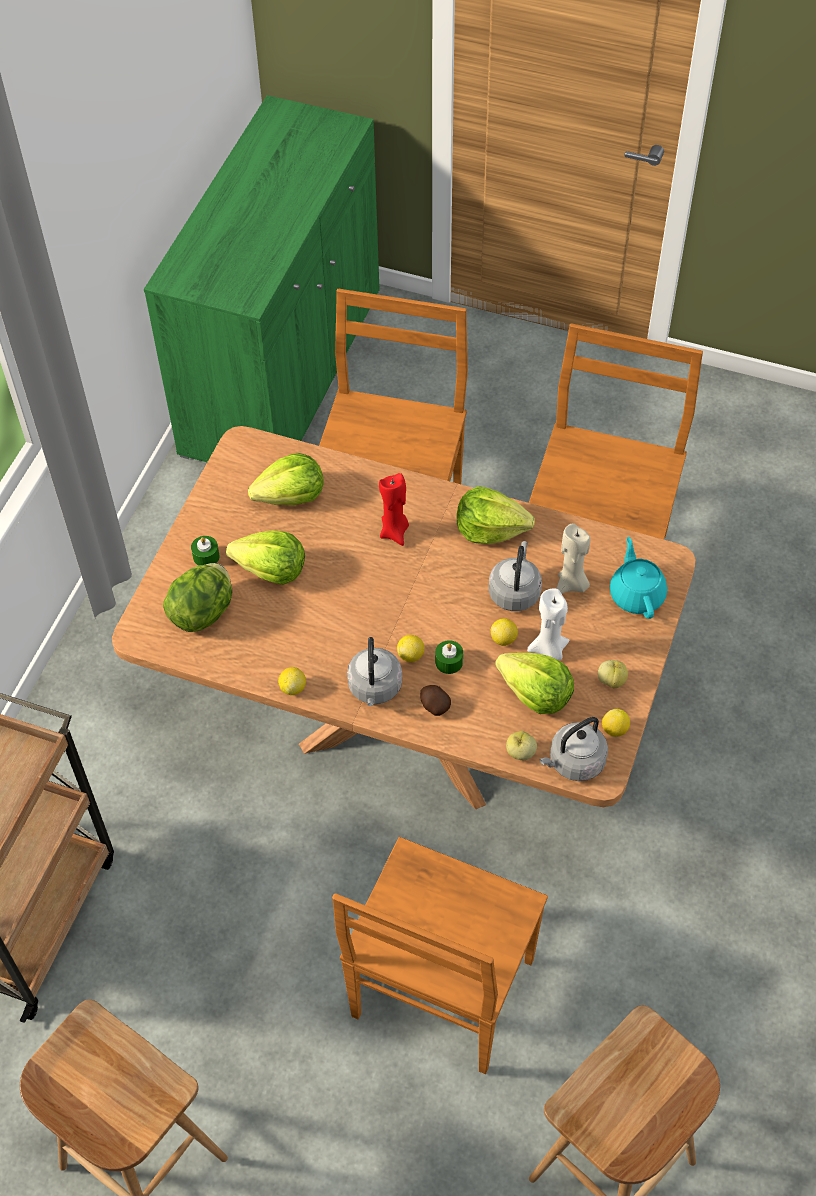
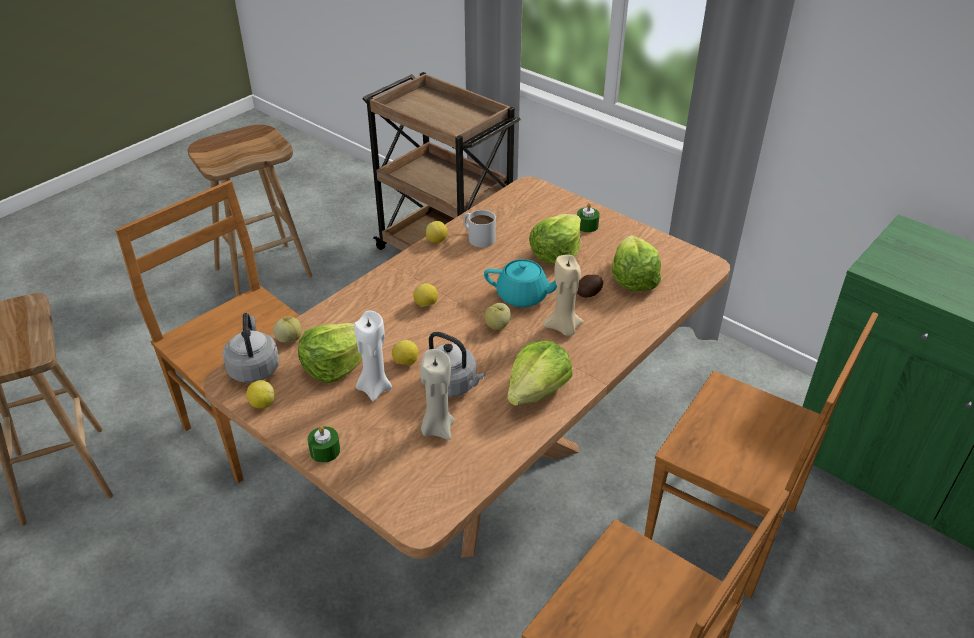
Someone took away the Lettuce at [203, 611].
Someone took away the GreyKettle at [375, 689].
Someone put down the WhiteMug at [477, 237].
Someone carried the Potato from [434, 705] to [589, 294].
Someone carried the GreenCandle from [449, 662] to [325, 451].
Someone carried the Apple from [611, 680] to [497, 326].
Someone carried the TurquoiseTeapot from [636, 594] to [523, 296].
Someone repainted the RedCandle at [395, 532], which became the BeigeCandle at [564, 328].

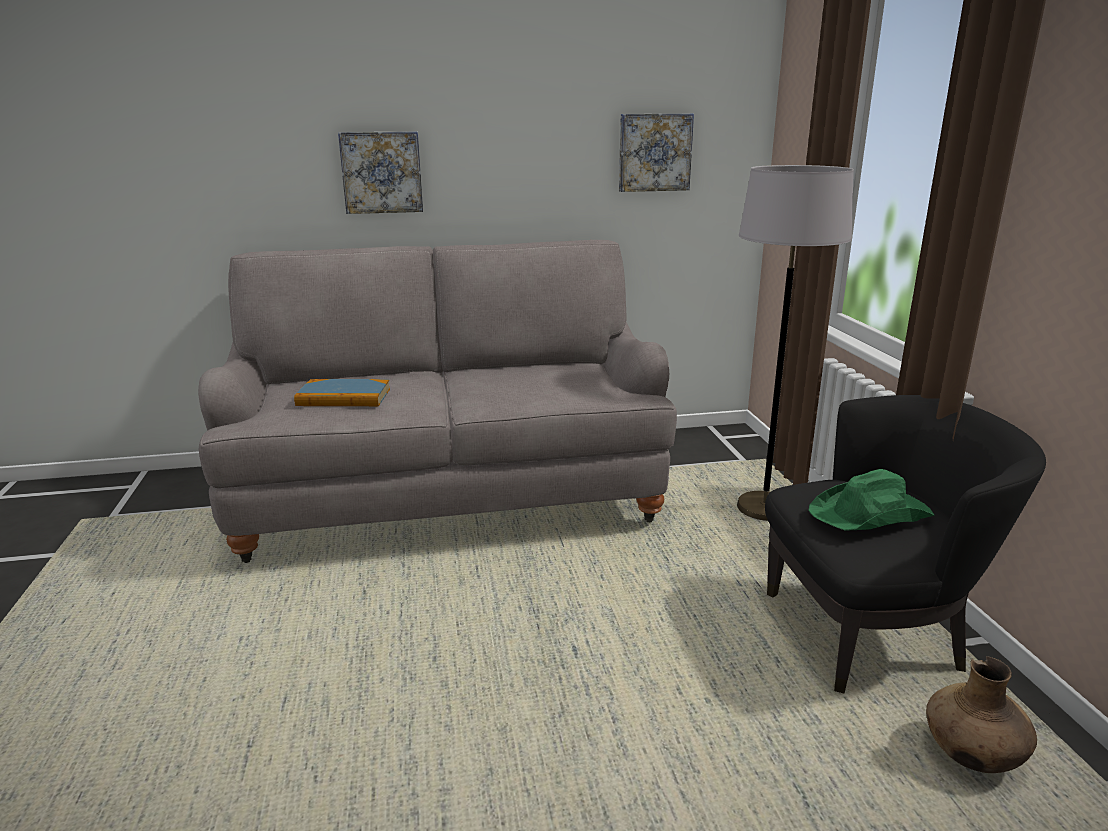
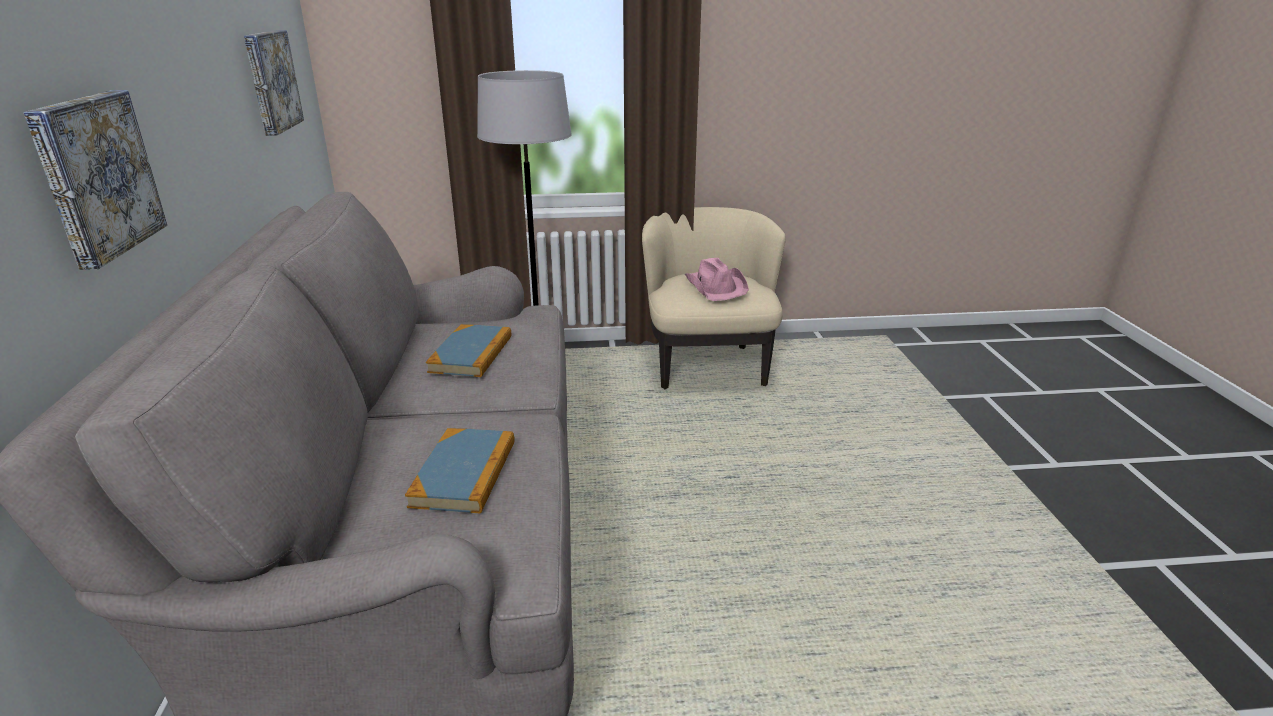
Someone took away the BrownVase at [972, 755].
Someone put down the Book at [471, 354].
Someone repainted the BlackArmchair at [869, 632], which became the BeigeArmchair at [707, 365].
Someone repainted the GreenHat at [871, 514], which became the PinkHat at [716, 287].

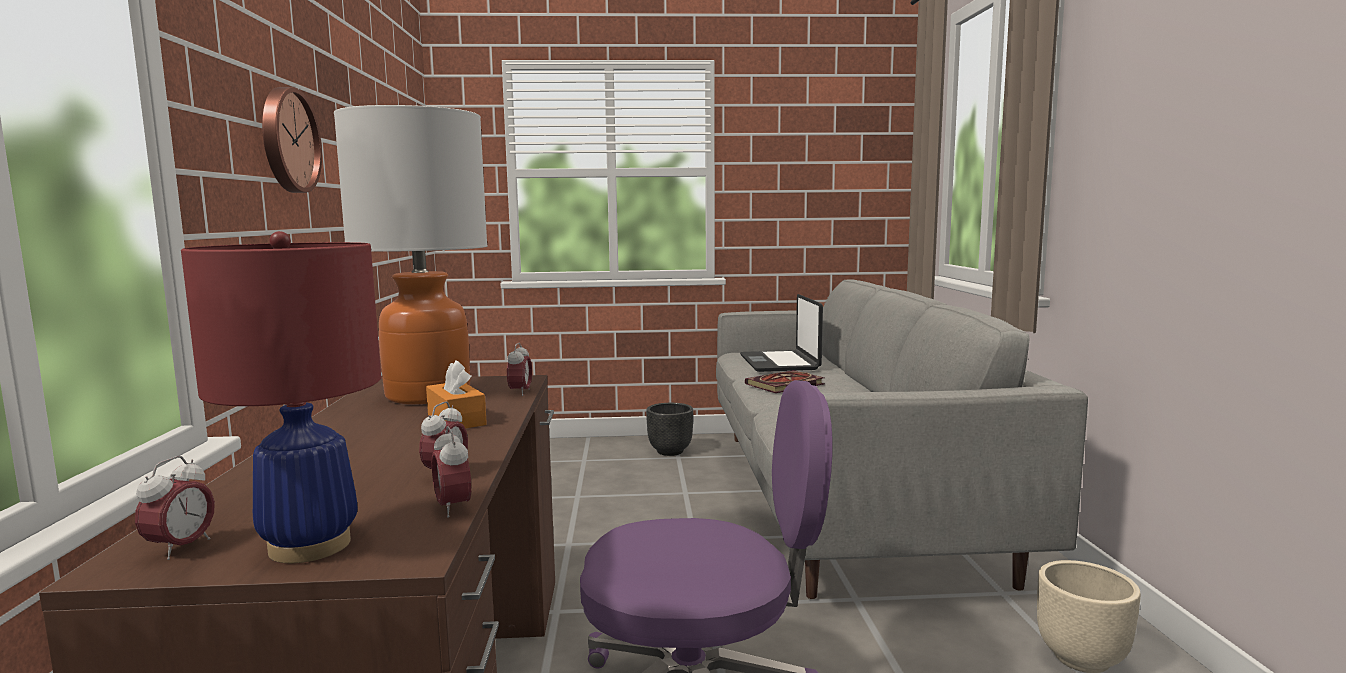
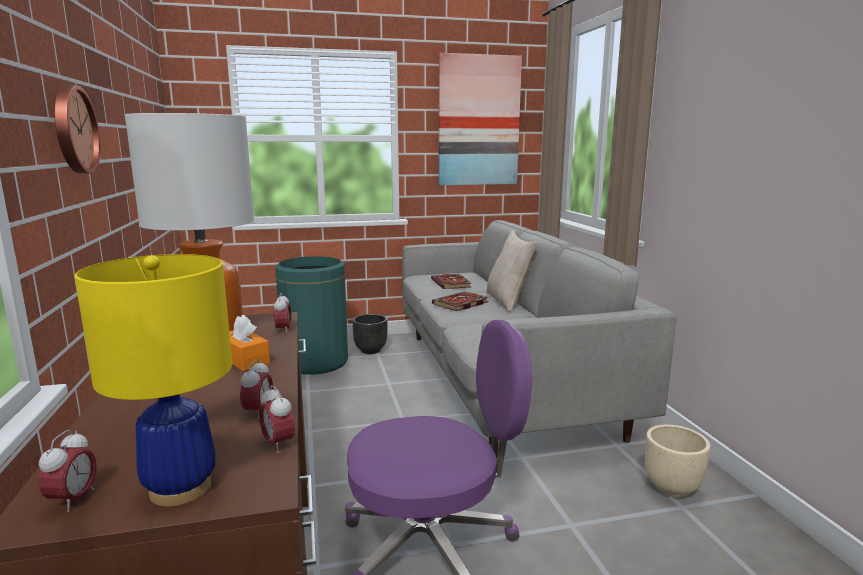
Someone put down the GreenTrashCan at [315, 362].
Someone put up the Picture at [478, 121].
Someone put down the BeigePillow at [508, 301].
Someone swapped the Laptop at [780, 363] for the Book at [452, 284].
Someone repainted the RedTableLamp at [309, 546], which became the YellowTableLamp at [180, 488].

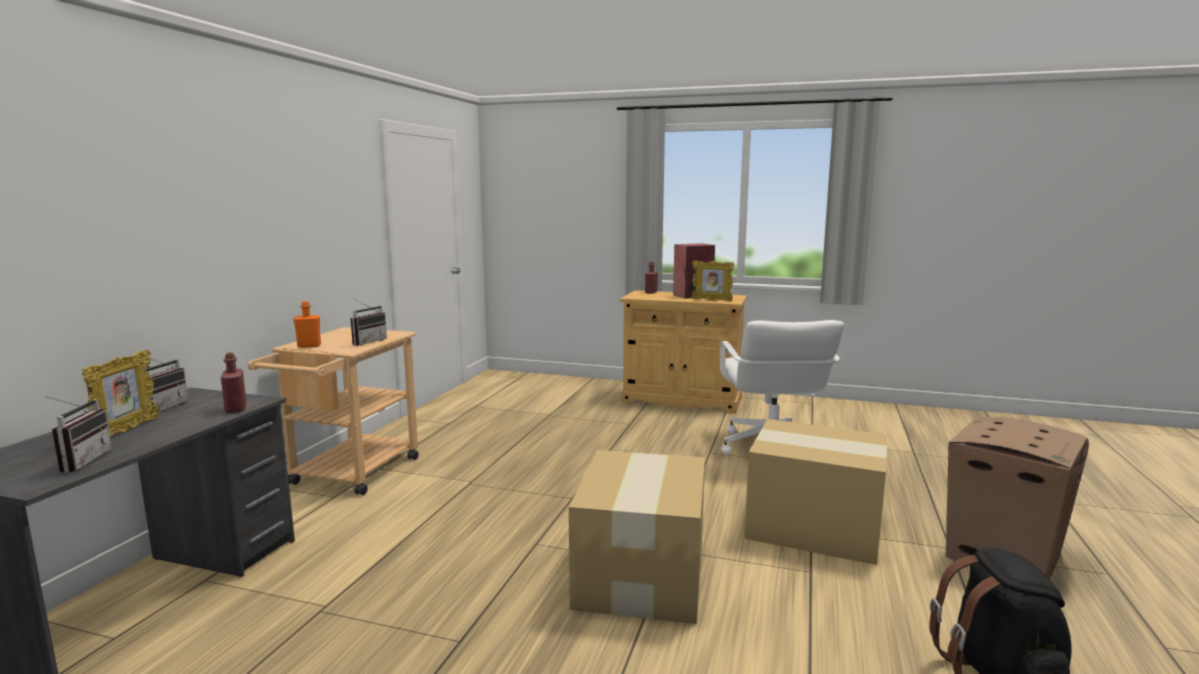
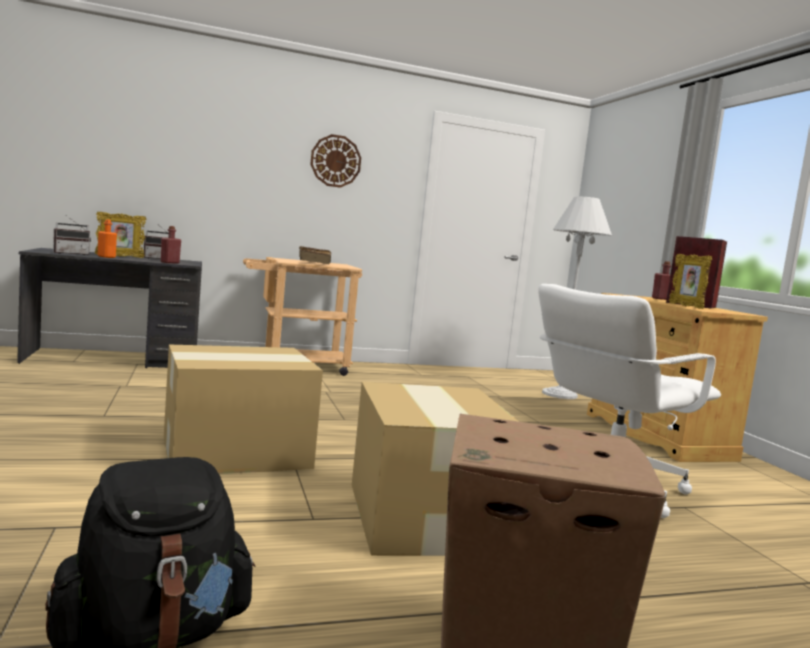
Someone put up the WallClock at [335, 161].
Someone put down the WhiteFloorLamp at [559, 394].
Someone carried the OrangeBottle from [309, 346] to [106, 257].
Someone swapped the Radio at [367, 342] for the BeigeBook at [314, 263].

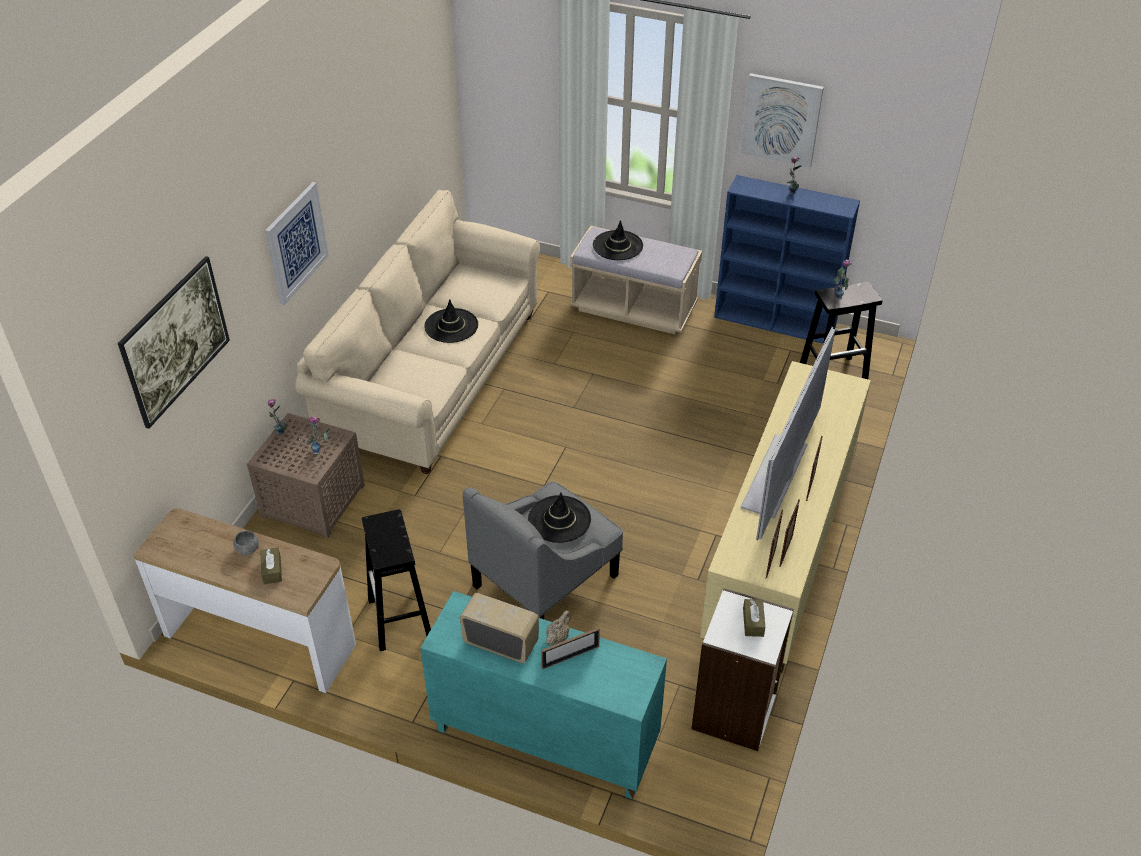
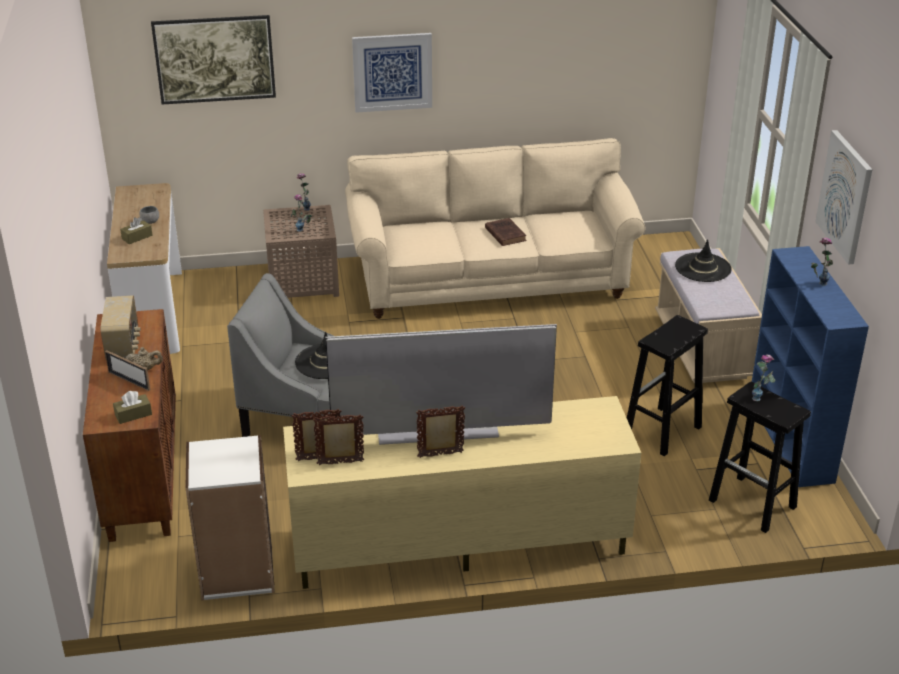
Someone carried the BlackStool from [400, 620] to [661, 431].
Someone carried the BrownTissueBox from [753, 622] to [133, 414].
Someone swapped the BlackHat at [451, 326] for the BrownBook at [505, 234].
Someone repainted the TurquoiseCabinet at [543, 739], which became the BrownCabinet at [142, 474].

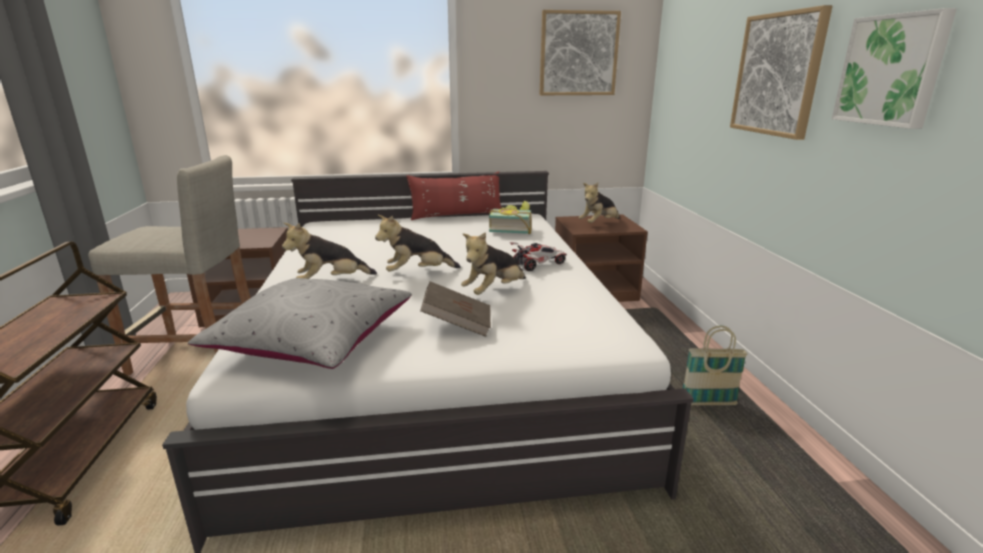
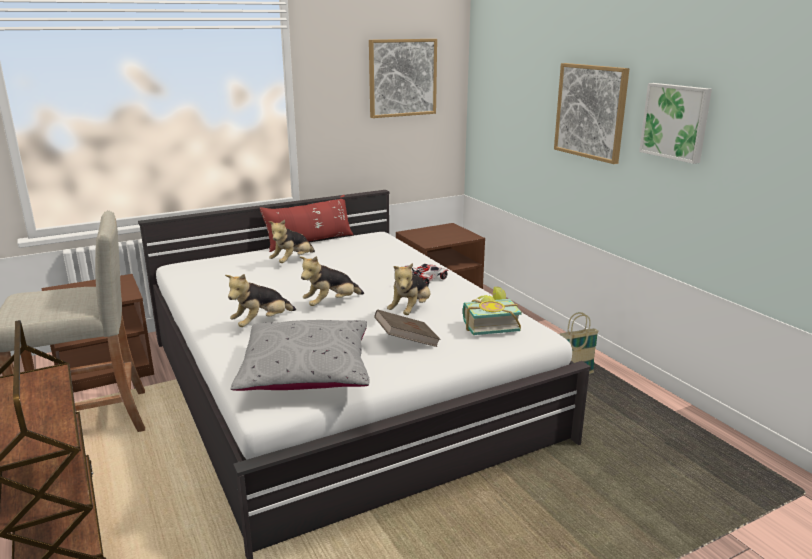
Someone carried the Book from [511, 229] to [489, 325].
Someone carried the PlushToy from [599, 224] to [292, 261].

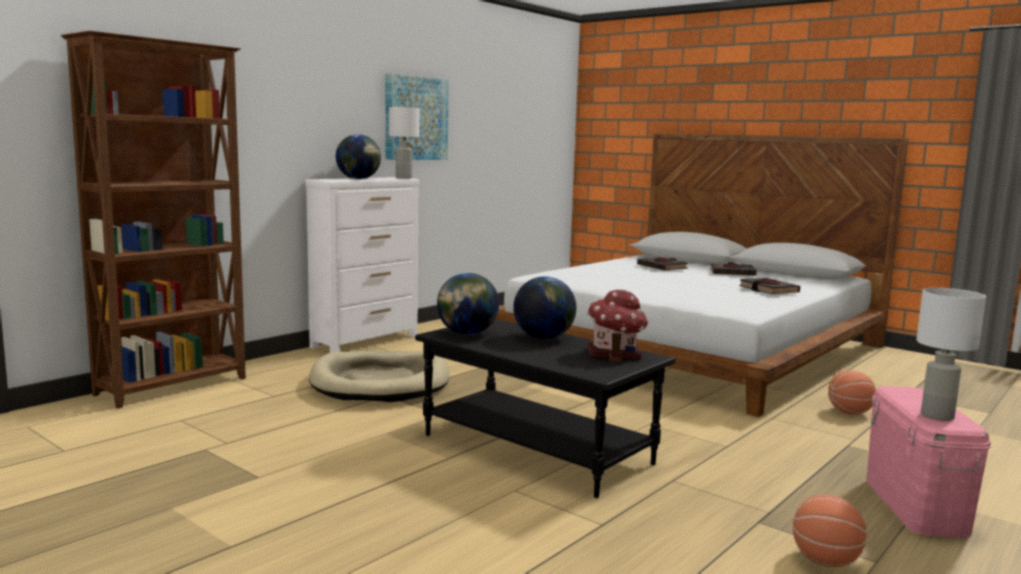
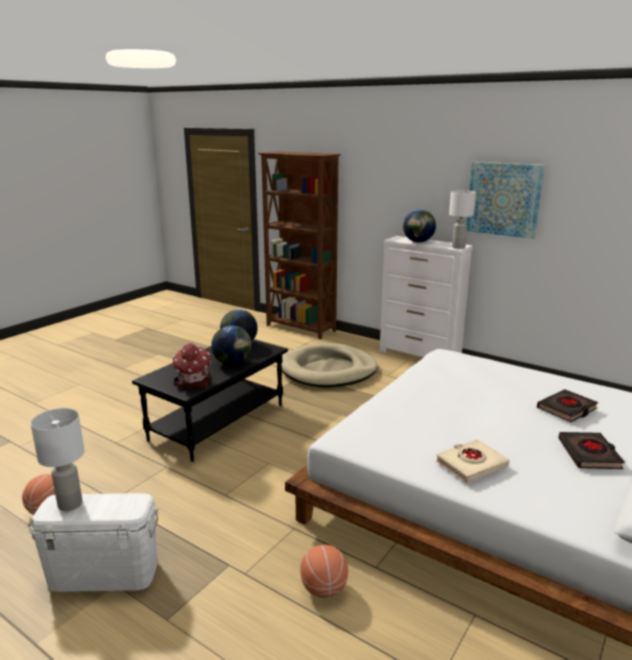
Someone repainted the BlackBook at [768, 290], which became the BeigeBook at [471, 464].
Someone repainted the PinkStorageBox at [914, 505], which became the WhiteStorageBox at [104, 573].

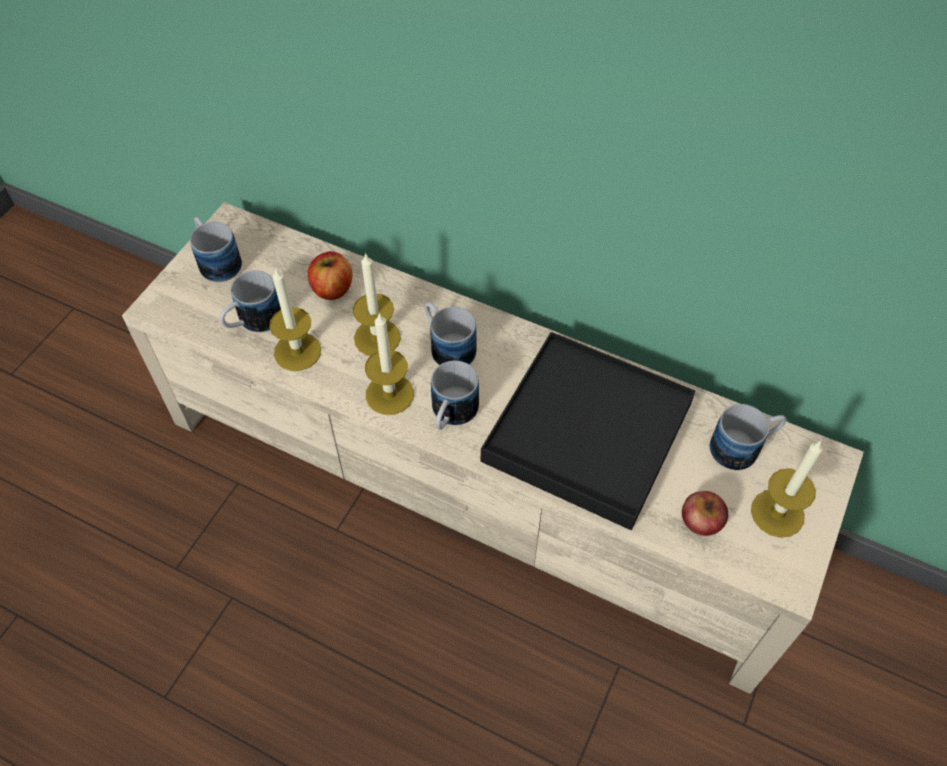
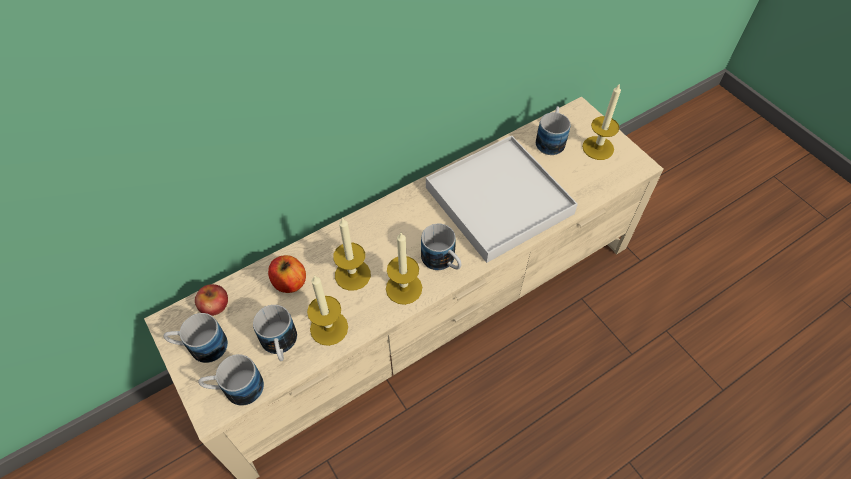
Someone carried the Mug from [447, 346] to [235, 389].
Someone carried the Apple from [701, 520] to [214, 305].
Someone repainted the BlackTray at [587, 431], which became the WhiteTray at [498, 200].

